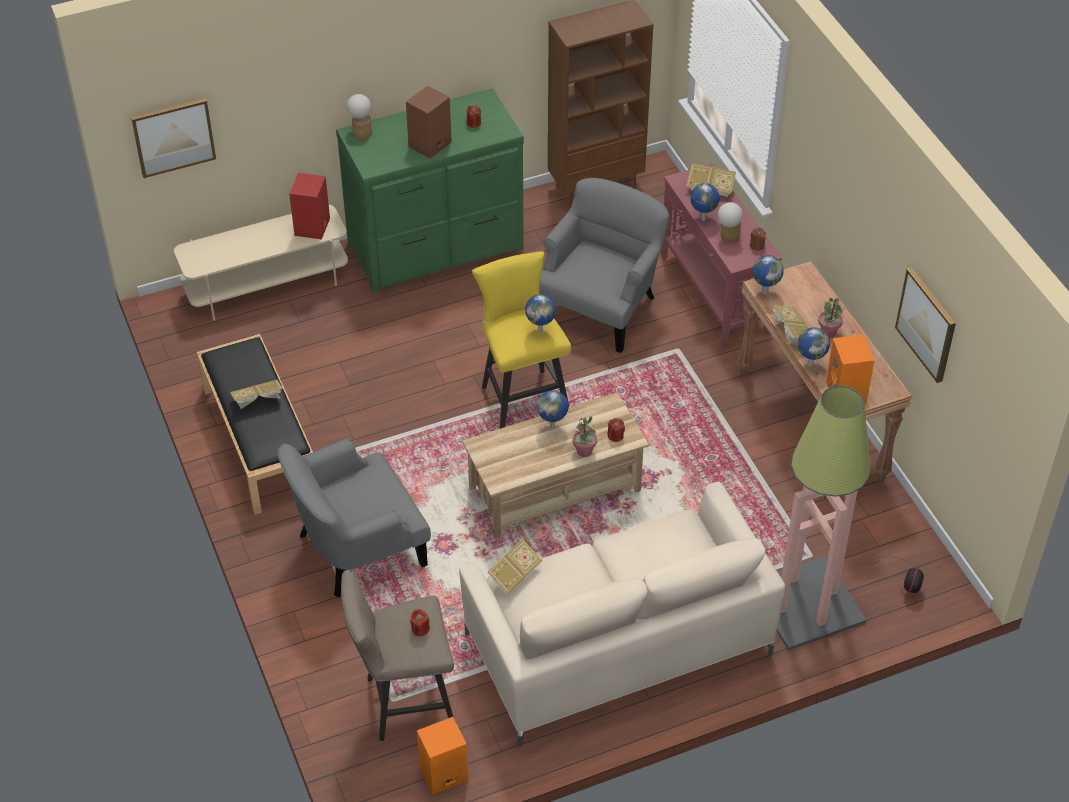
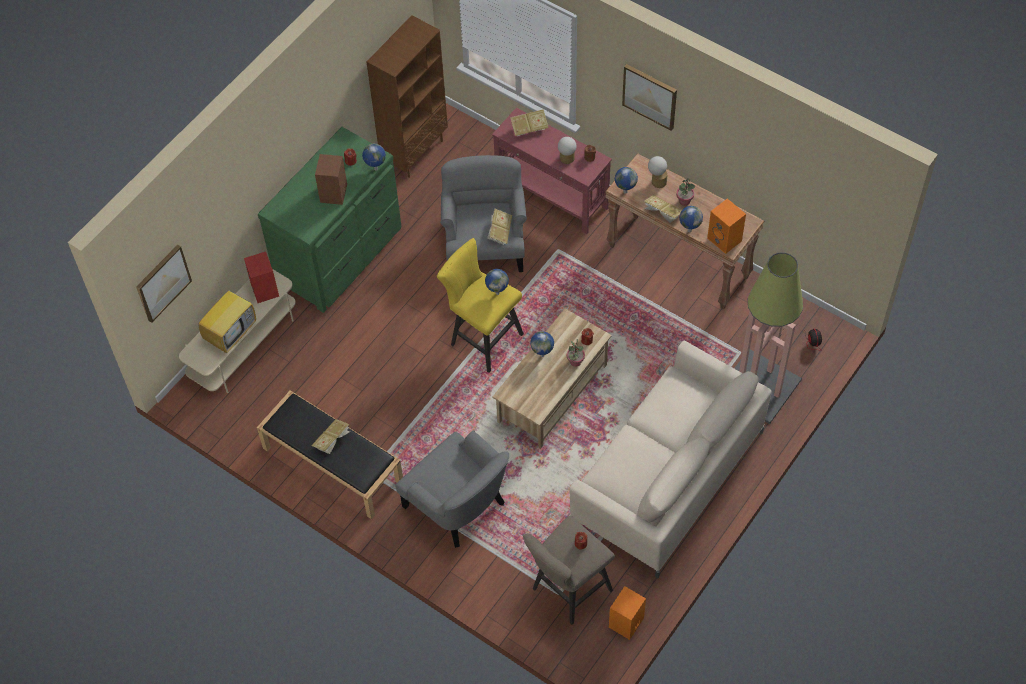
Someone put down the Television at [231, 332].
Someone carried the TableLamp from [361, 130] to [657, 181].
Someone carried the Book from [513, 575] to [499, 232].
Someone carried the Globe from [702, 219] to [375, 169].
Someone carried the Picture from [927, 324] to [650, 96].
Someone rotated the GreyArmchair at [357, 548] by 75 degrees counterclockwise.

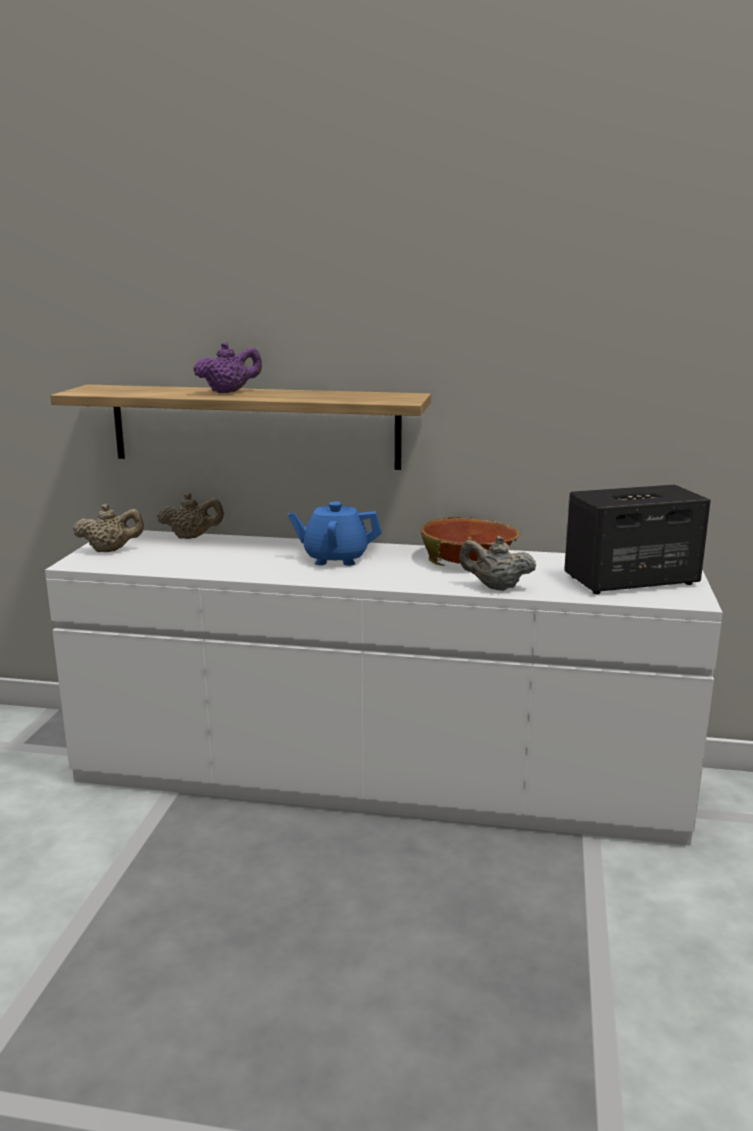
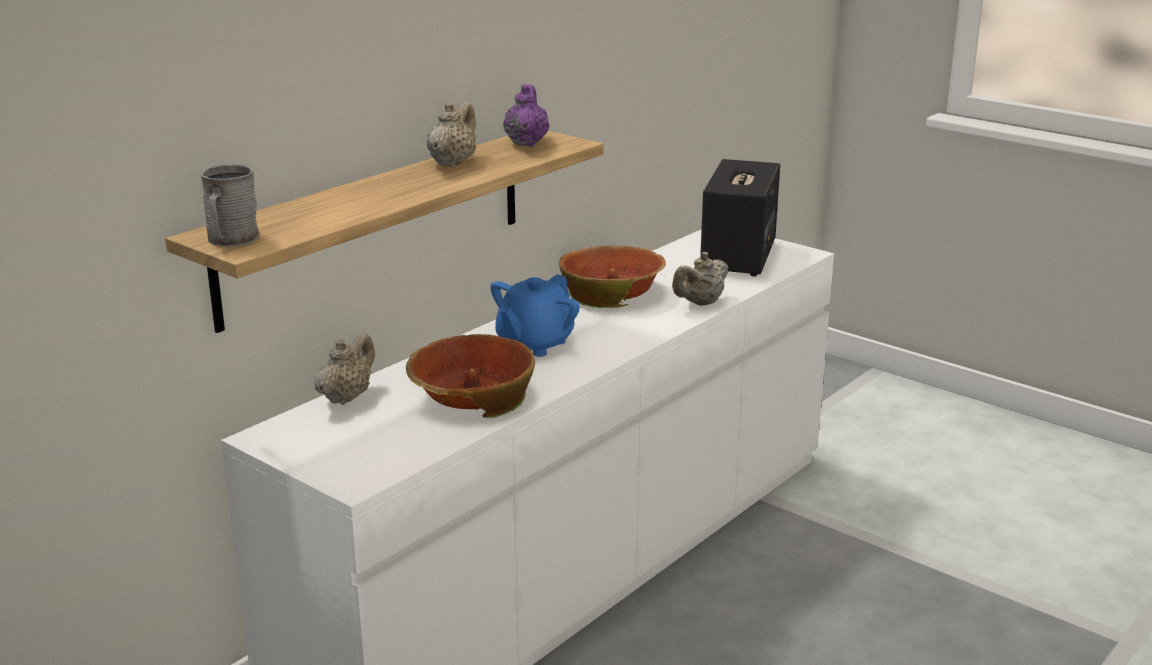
Someone put down the GreyMug at [231, 240].
Someone put down the Bowl at [472, 396].
Someone carried the BeigeTeapot from [110, 550] to [453, 163].
Someone carried the PurpleTeapot from [229, 392] to [526, 143].

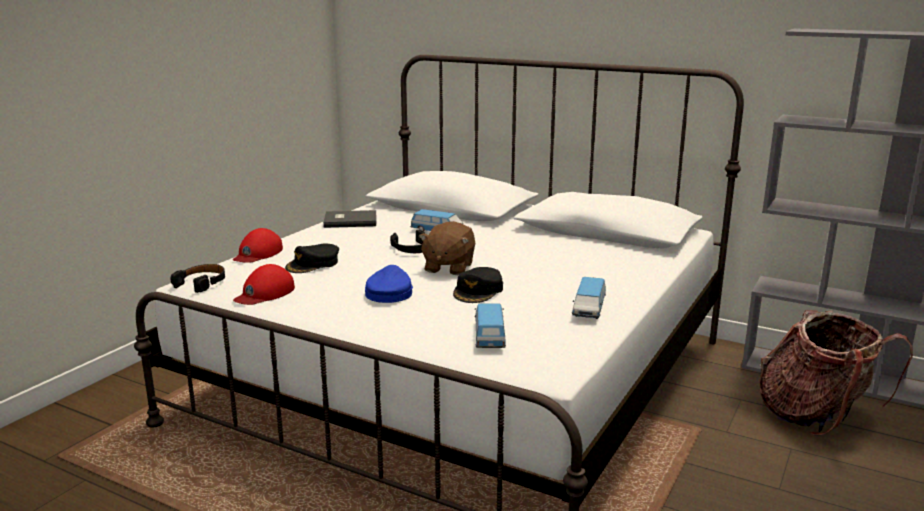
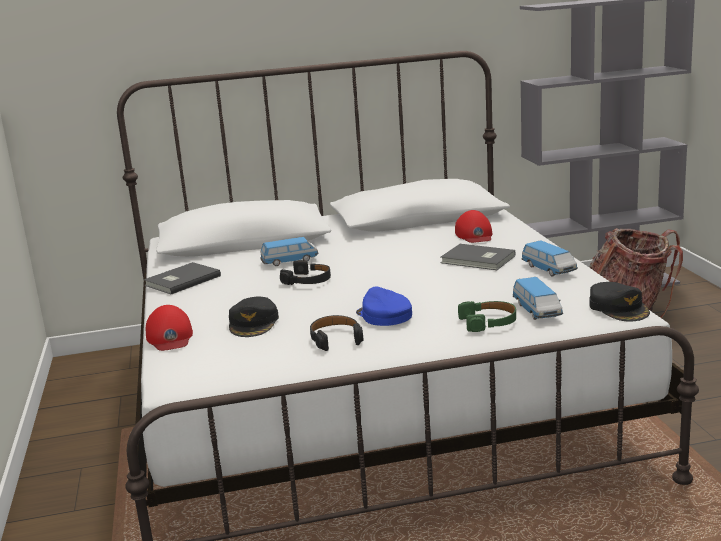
Someone took away the BrownPlushToy at [448, 267].
Someone put down the GreyBook at [478, 260].
Someone put down the GreenHeadphones at [488, 322].
Someone carried the BlackHeadphones from [202, 283] to [335, 338].
Someone carried the RedCap from [264, 293] to [474, 235].
Someone carried the BlackCap from [478, 291] to [619, 308].
Someone rotated the ToyCar at [489, 337] by 150 degrees counterclockwise.

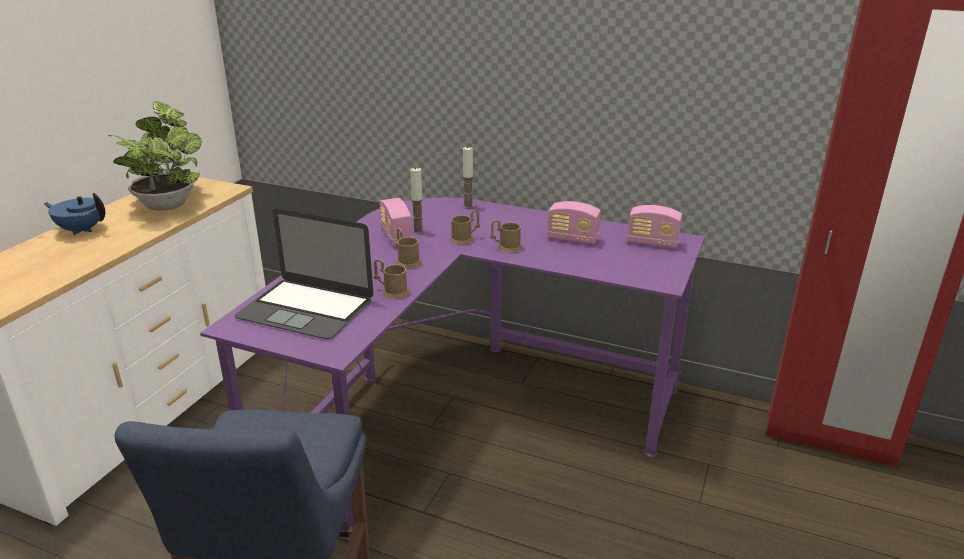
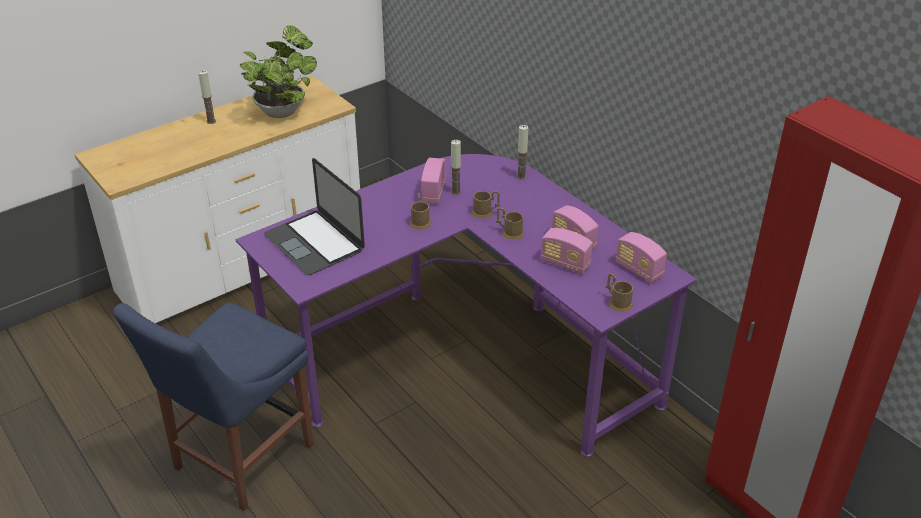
Someone put down the Radio at [565, 264].
Someone carried the BrownMug from [391, 291] to [617, 302].
Someone swapped the BlueTeapot at [81, 230] for the Candle at [211, 121].

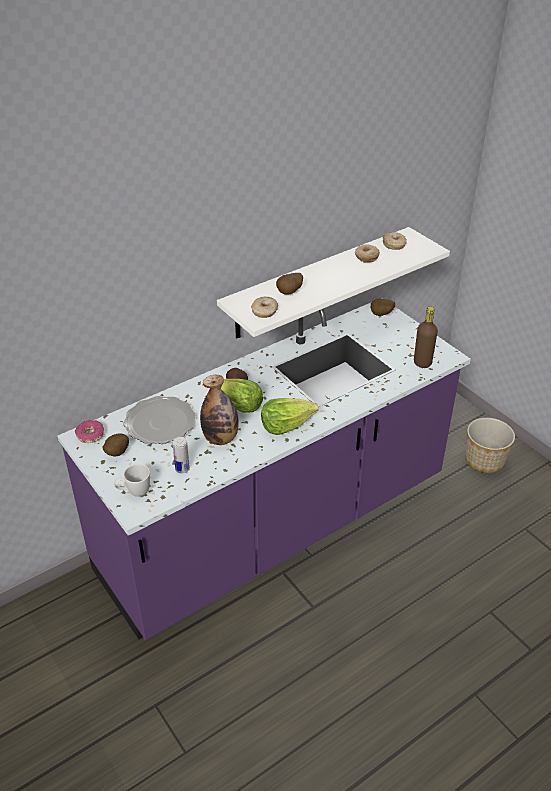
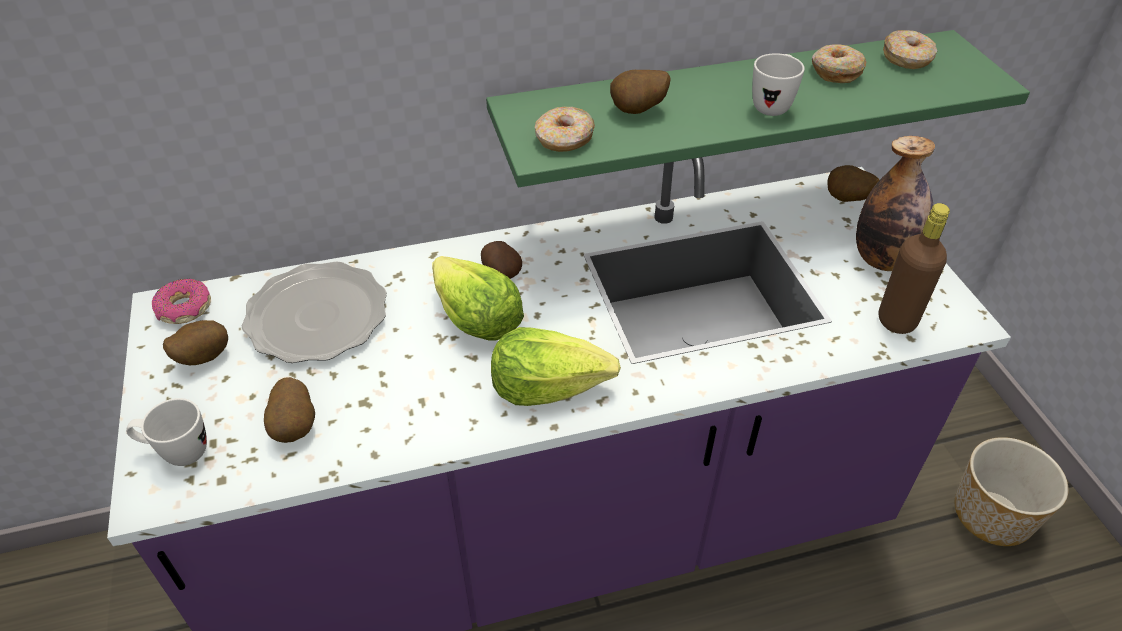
Someone put down the WhiteMug at [773, 105].
Someone carried the Bottle from [220, 438] to [883, 260].
Someone swapped the Can at [182, 469] for the Potato at [296, 427].
Someone repainted the WhiteShelf at [318, 283], which became the GreenShelf at [725, 108].

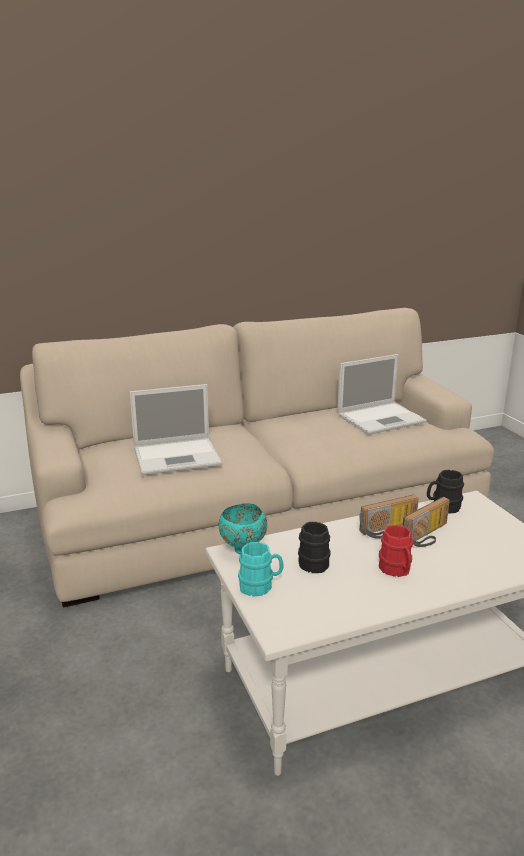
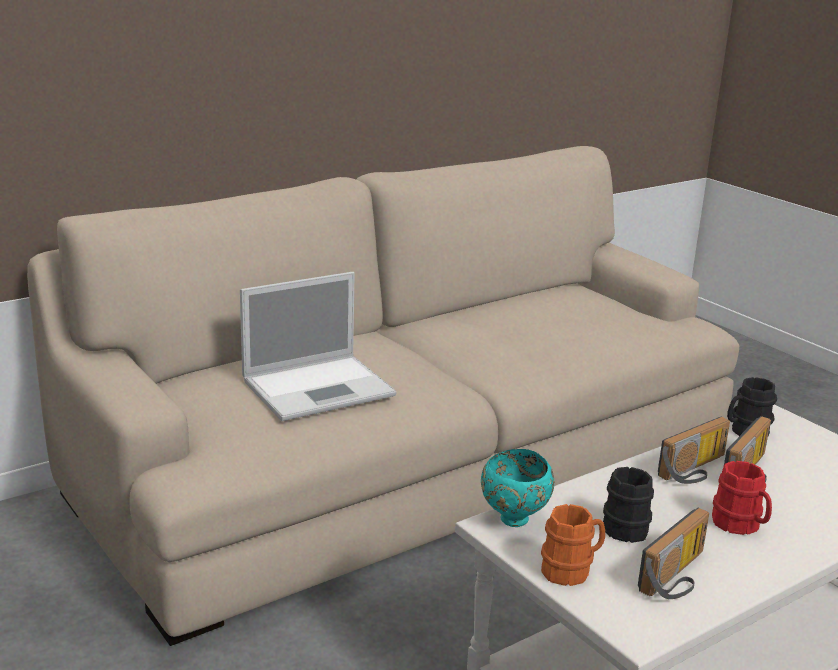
Someone took away the Laptop at [382, 418].
Someone put down the Radio at [679, 577].
Someone repainted the TurquoiseMug at [260, 586], which became the OrangeMug at [572, 569].

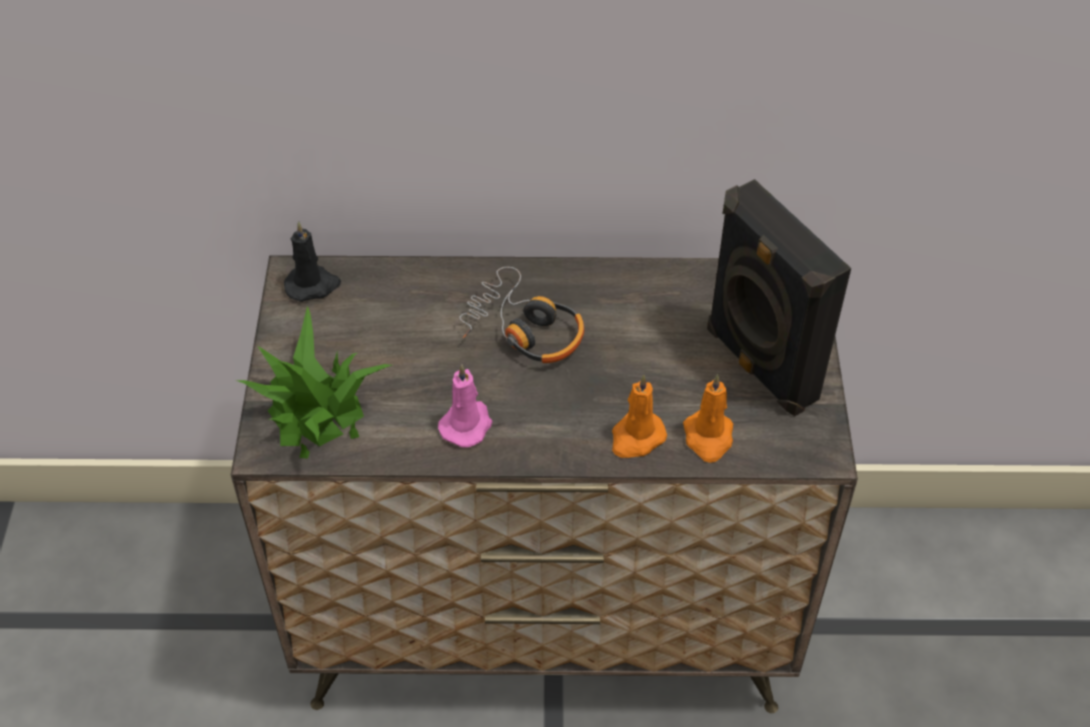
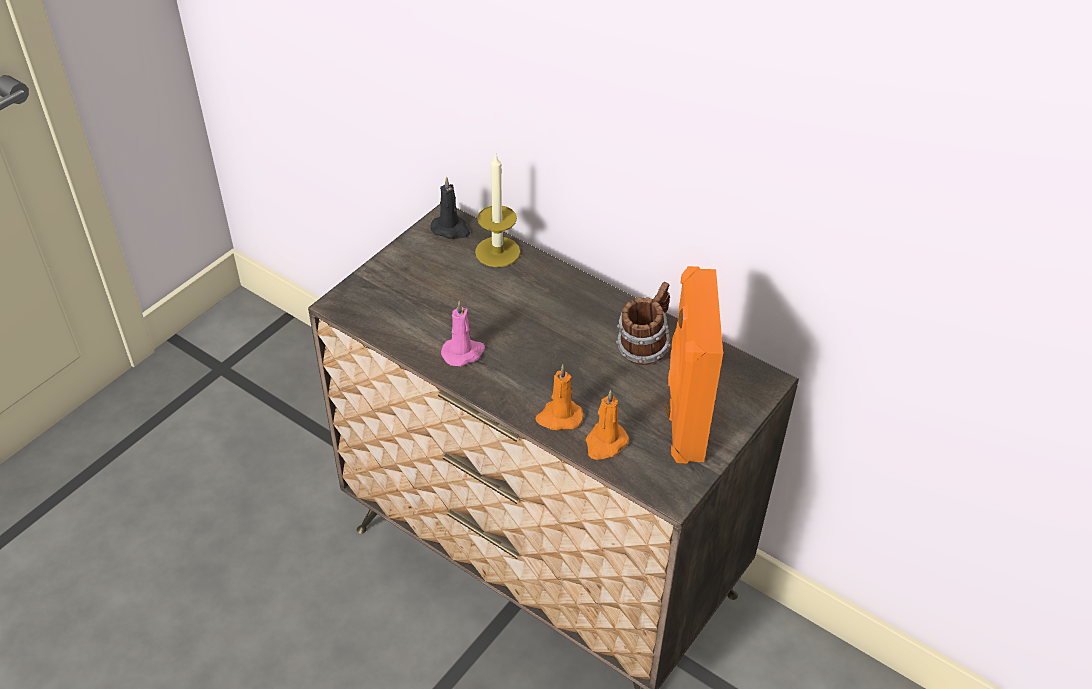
Someone took away the PottedPlant at [315, 410].
Someone took away the Headphones at [524, 330].
Someone put down the Candle at [497, 252].
Someone put down the Mug at [644, 347].
Someone repainted the BlackSpeaker at [758, 365], which became the OrangeSpeaker at [683, 419].

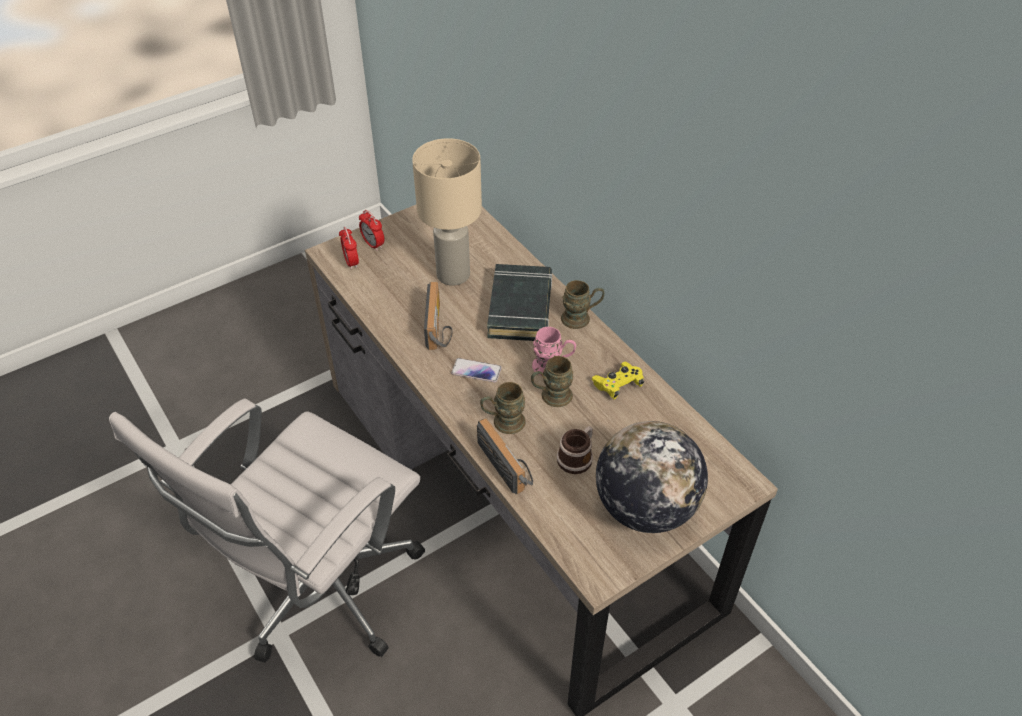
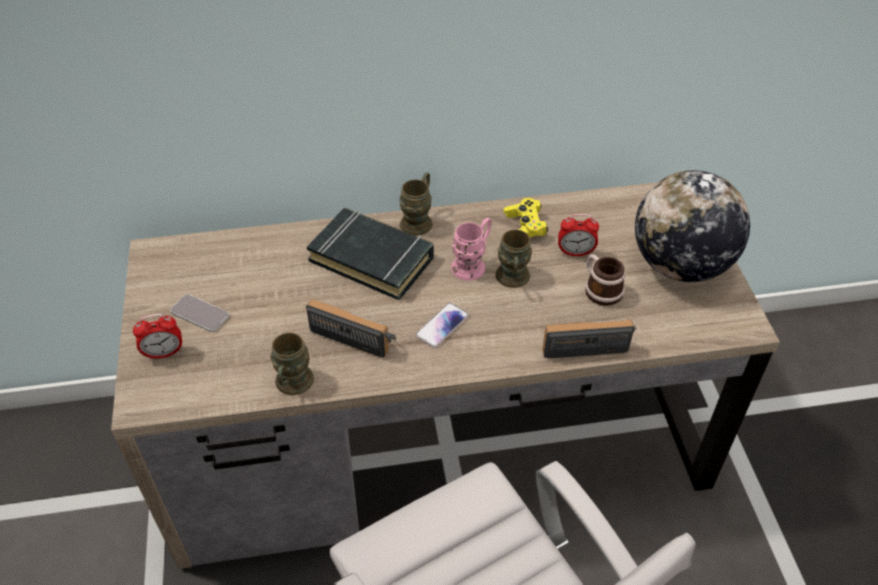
Someone took away the BeigeTableLamp at [452, 275].
Someone put down the Phone at [200, 314].
Someone carried the AlarmClock from [351, 262] to [575, 253].
Someone carried the BrownMug from [503, 423] to [292, 385].

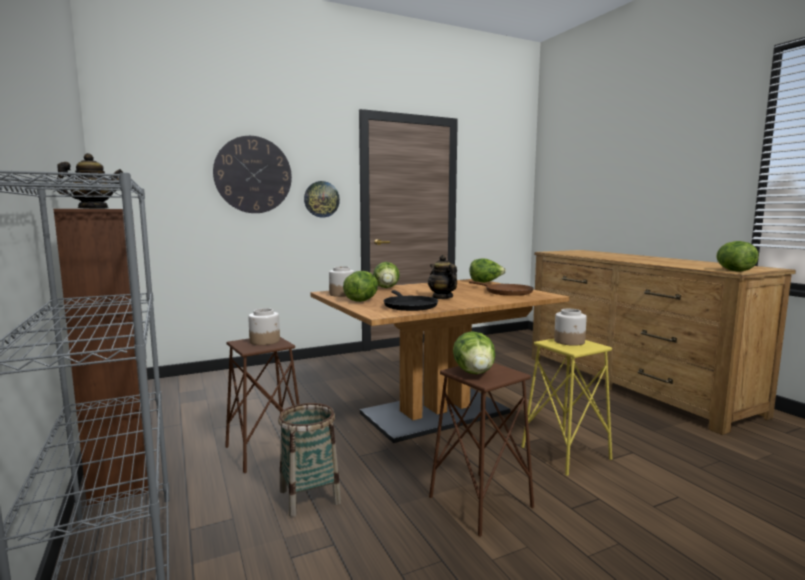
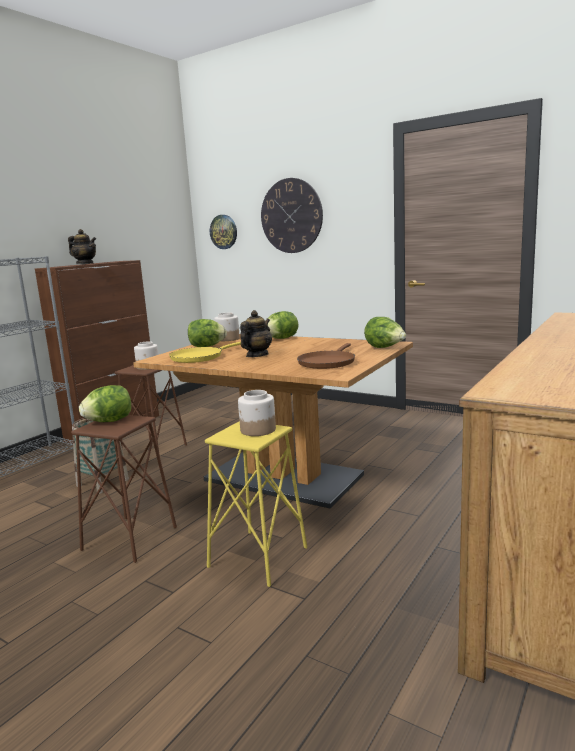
Someone took away the Lettuce at [734, 271].
Someone carried the WallClock from [321, 199] to [223, 232].
Someone repainted the BlackFryingPan at [409, 306], which became the YellowFryingPan at [199, 357].

